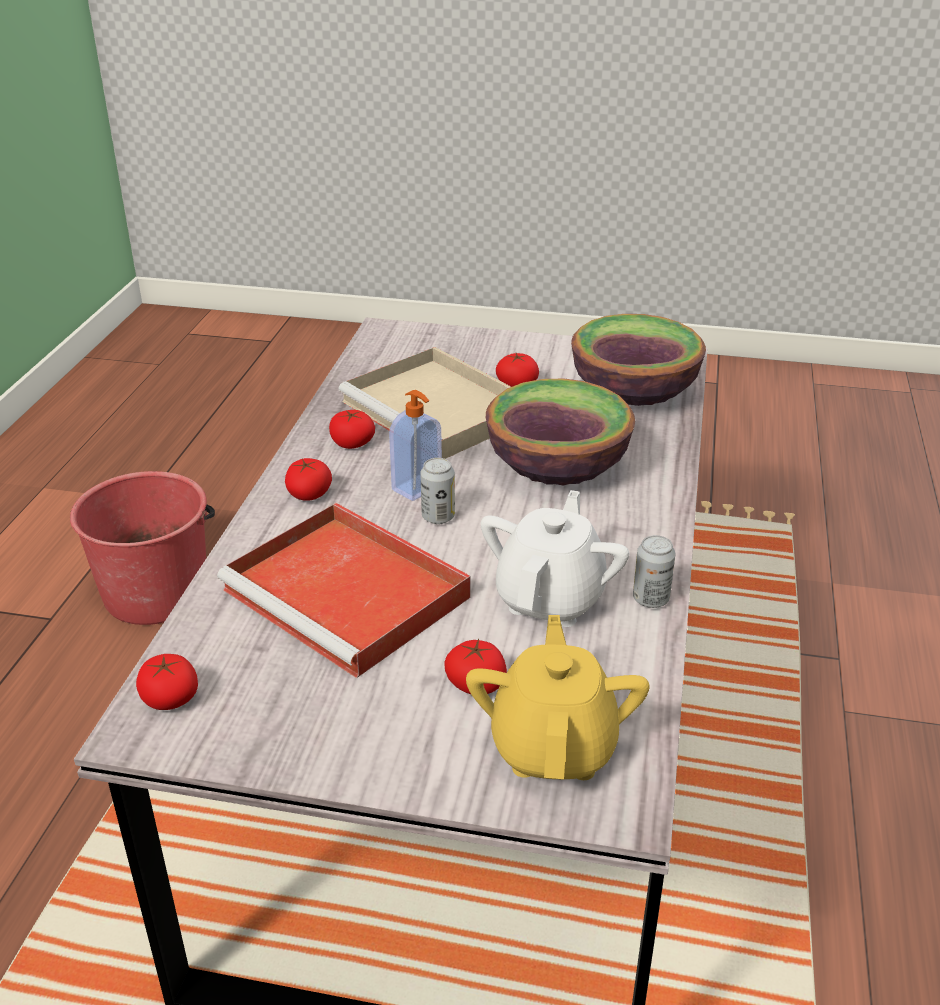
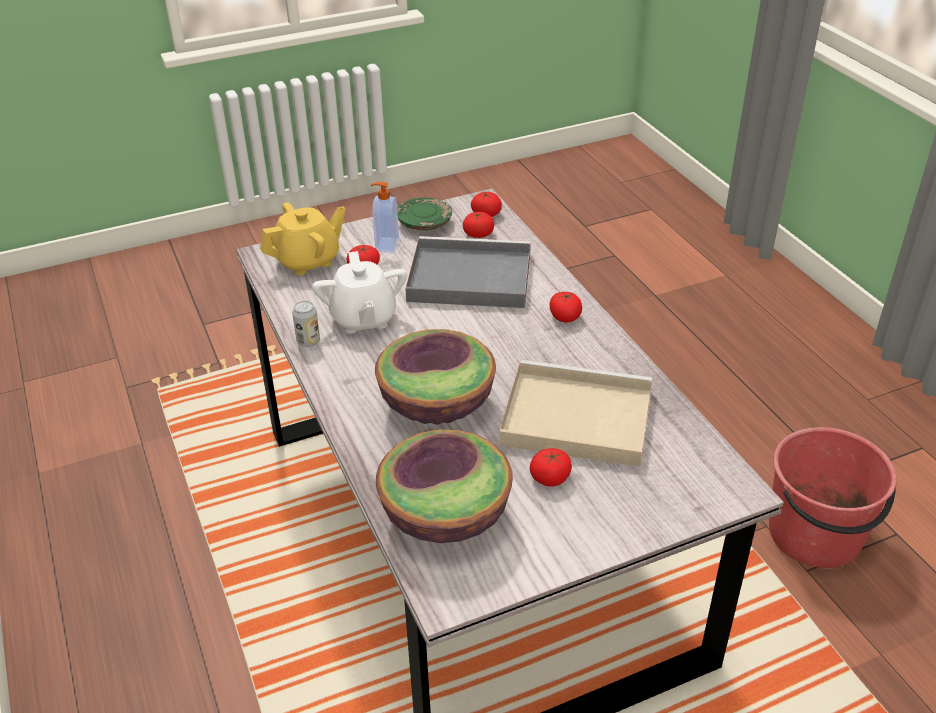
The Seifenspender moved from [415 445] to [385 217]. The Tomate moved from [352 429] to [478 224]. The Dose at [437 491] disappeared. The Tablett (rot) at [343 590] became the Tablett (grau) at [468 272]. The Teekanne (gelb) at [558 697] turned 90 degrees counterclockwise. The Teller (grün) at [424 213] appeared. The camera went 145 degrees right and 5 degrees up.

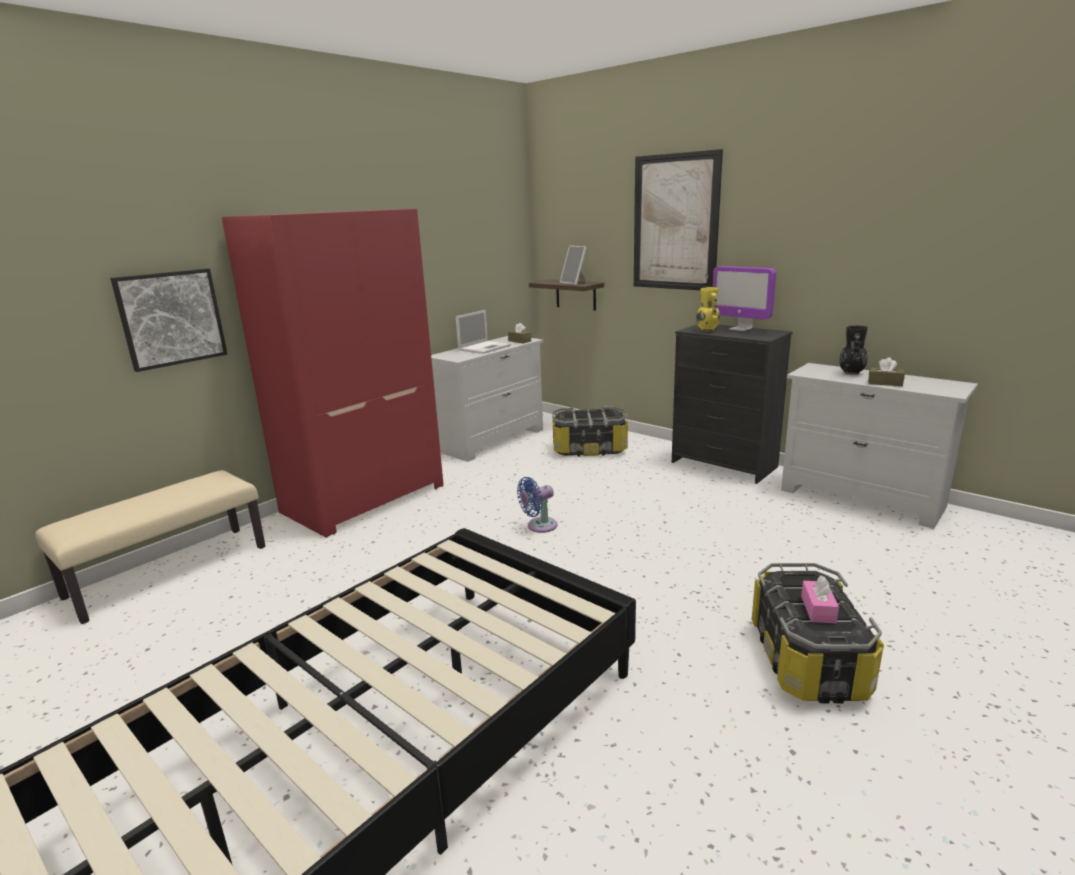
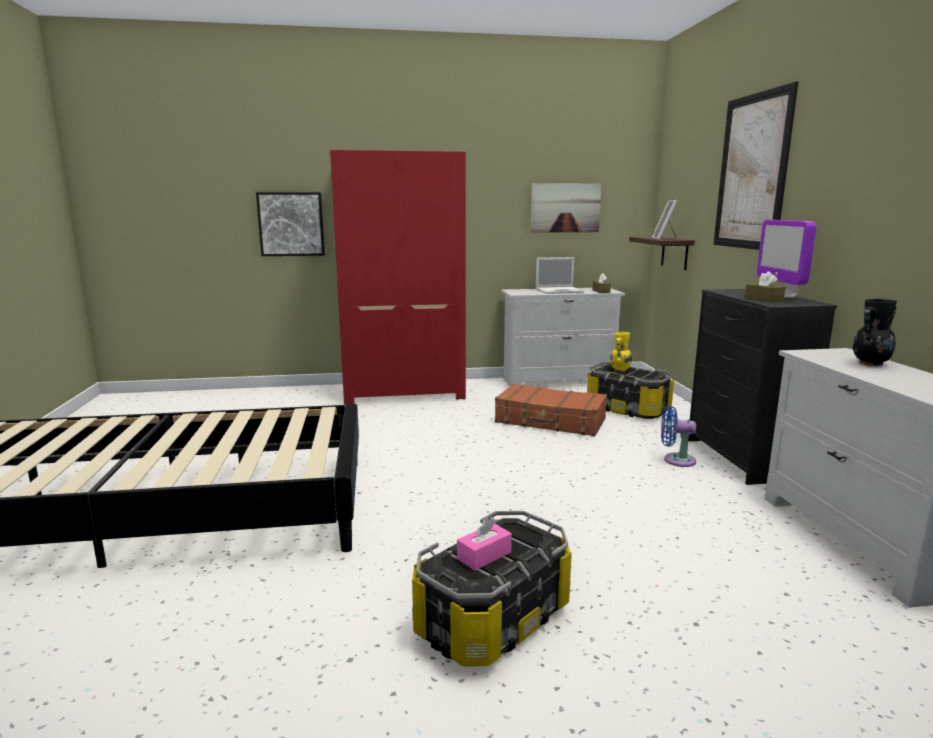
The Vase (gelb) moved from [708 309] to [621 352]. The Taschentuchbox (braun) moved from [886 371] to [764 286]. The Bank (beige) at [150 547] disappeared. The Ventilator (blau) moved from [537 505] to [678 436]. The Bild at [566 208] appeared. The Koffer (braun) at [551 409] appeared. The camera went 40 degrees right and 5 degrees down.

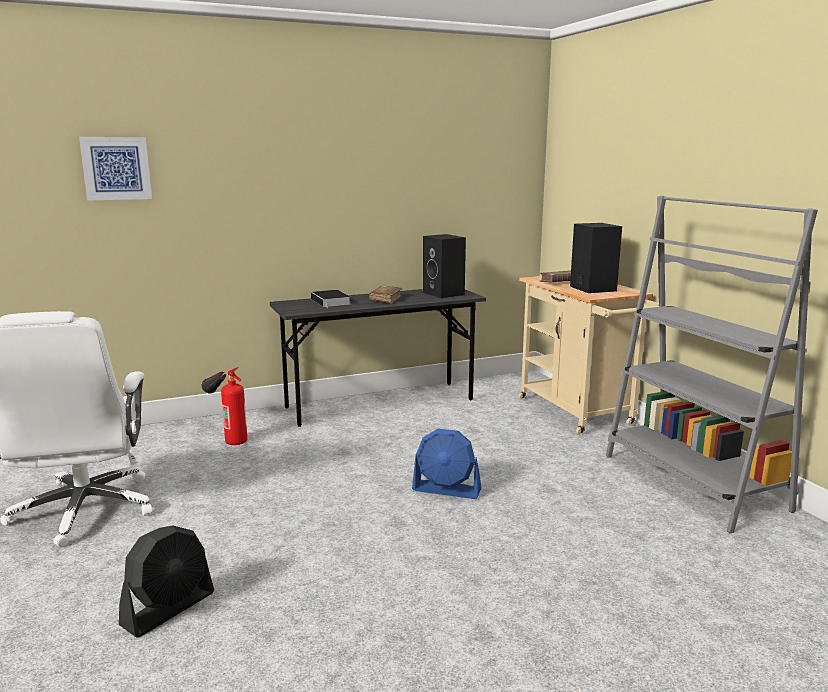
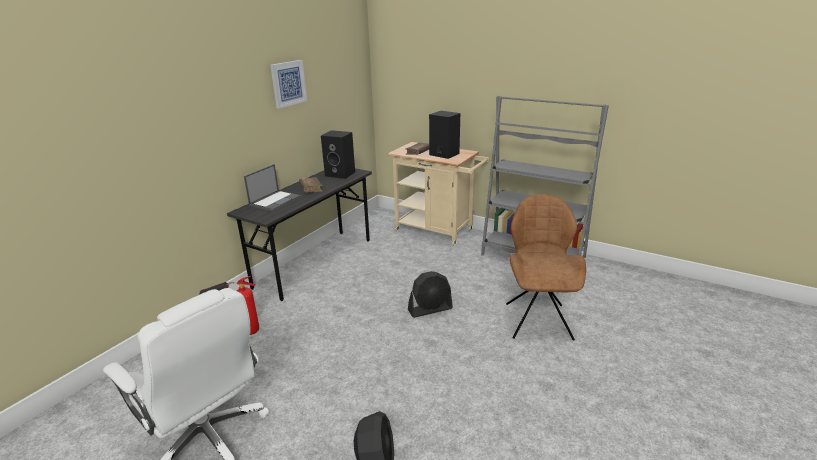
The Bild moved from [115 169] to [289 84]. The Buch at [330 298] was replaced by the Laptop at [273 188]. The Ventilator (blau) at [447 463] became the Ventilator (schwarz) at [430 294]. The Stuhl (braun) at [546 267] appeared. The camera went 35 degrees left and 10 degrees up.

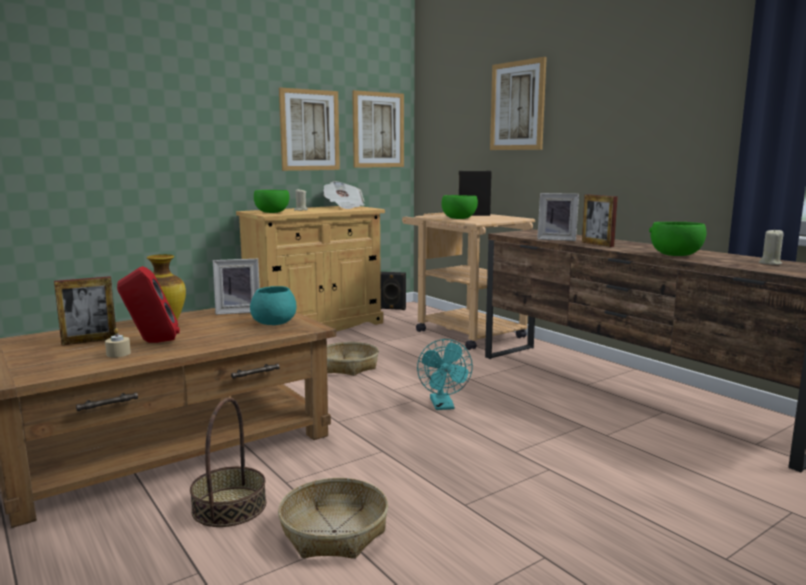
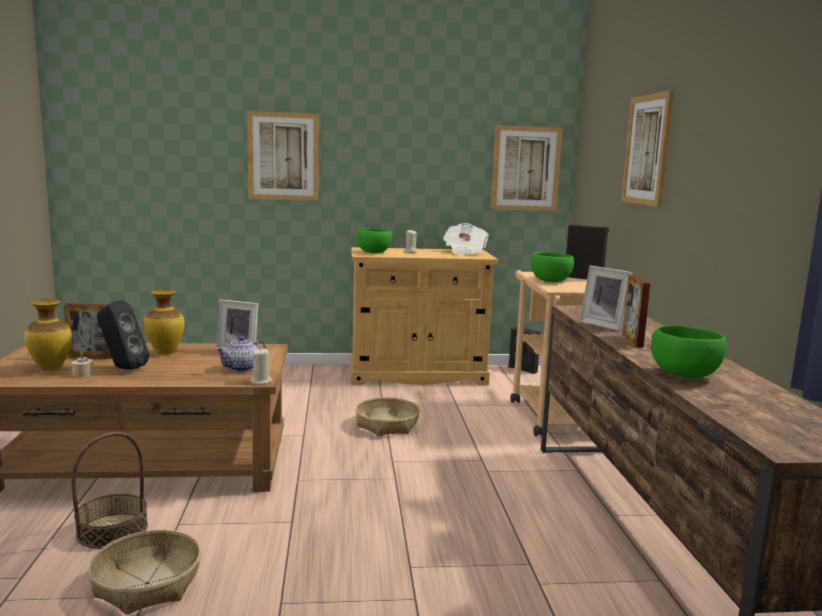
The Bild moved from [309 129] to [283 156]. The Kerze (beige) moved from [771 246] to [261 366]. The Lautsprecher (rot) at [148 304] became the Lautsprecher (schwarz) at [123 335]. The Schüssel (türkis) at [273 305] was replaced by the Teekanne at [241 354]. The Ventilator (türkis) at [445 374] disappeared. The Vase at [48 335] appeared. The camera went 30 degrees right and 0 degrees up.

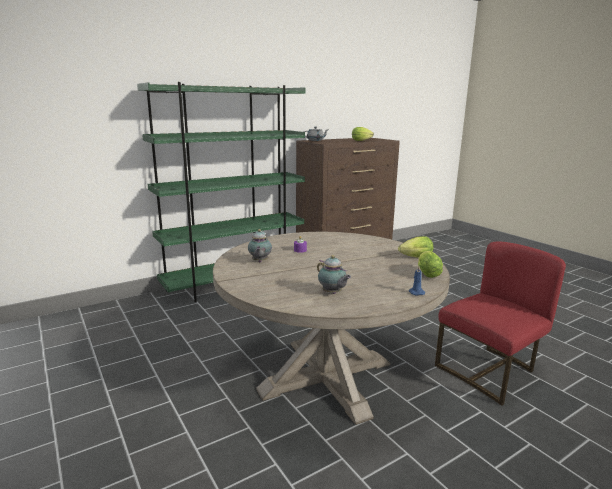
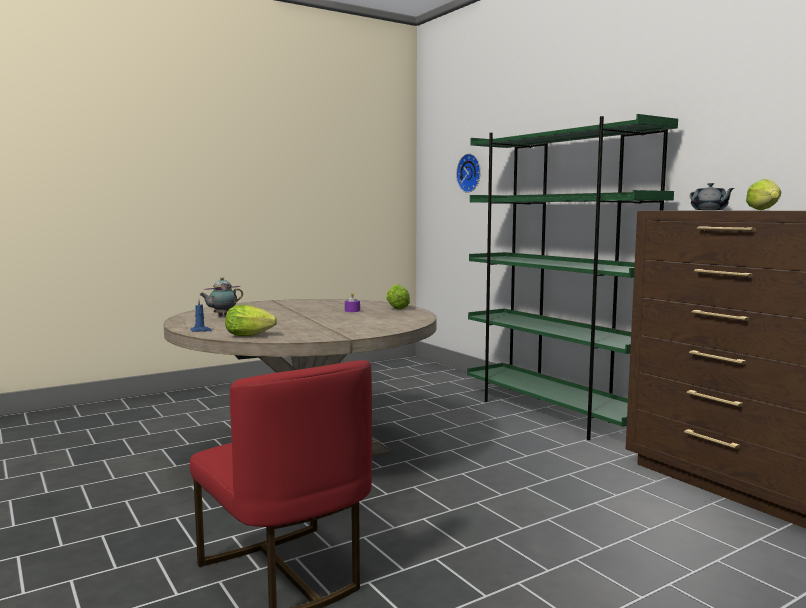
The Teekanne at [260 245] disappeared. The Salatkopf moved from [415 247] to [398 297]. The Wanduhr at [468 173] appeared. The camera went 90 degrees right and 10 degrees down.

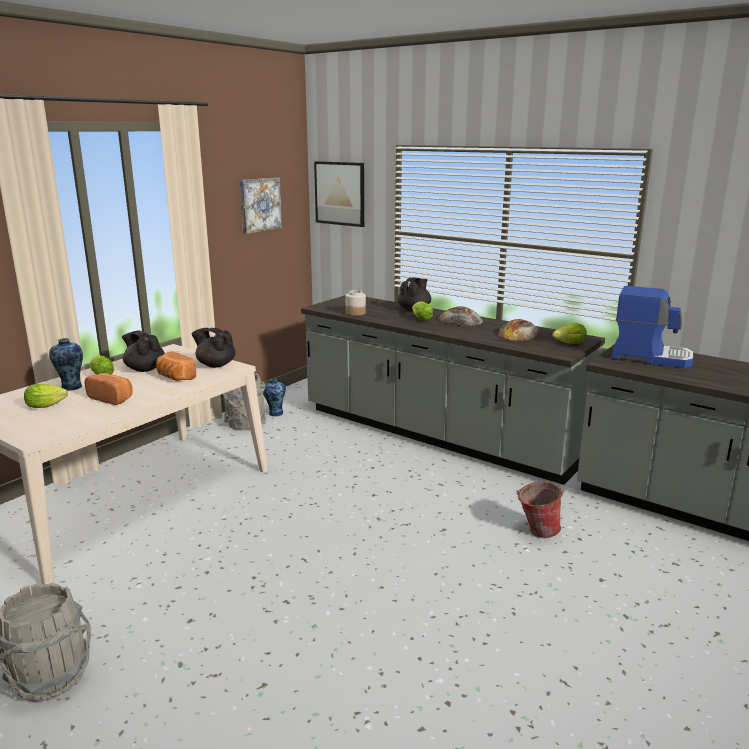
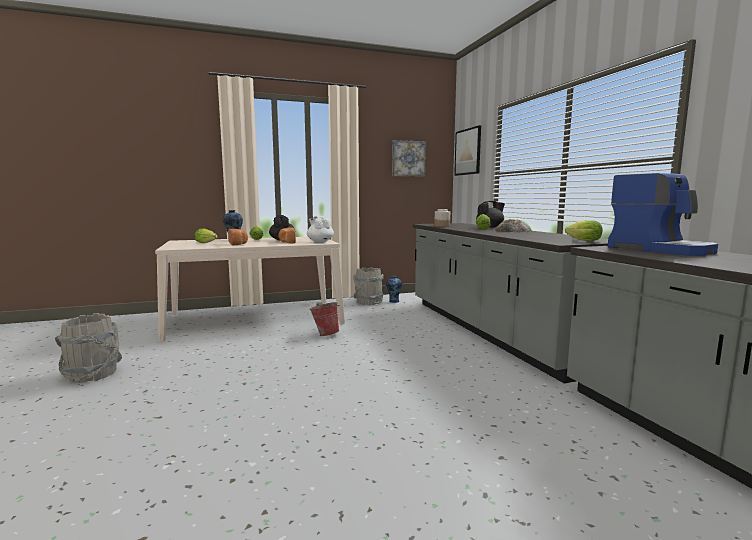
The Brot at [519 330] disappeared. The Teekanne (schwarz) at [213 348] became the Teekanne (weiß) at [320 229]. The Eimer moved from [540 510] to [325 319]. The camera went 35 degrees right and 10 degrees down.

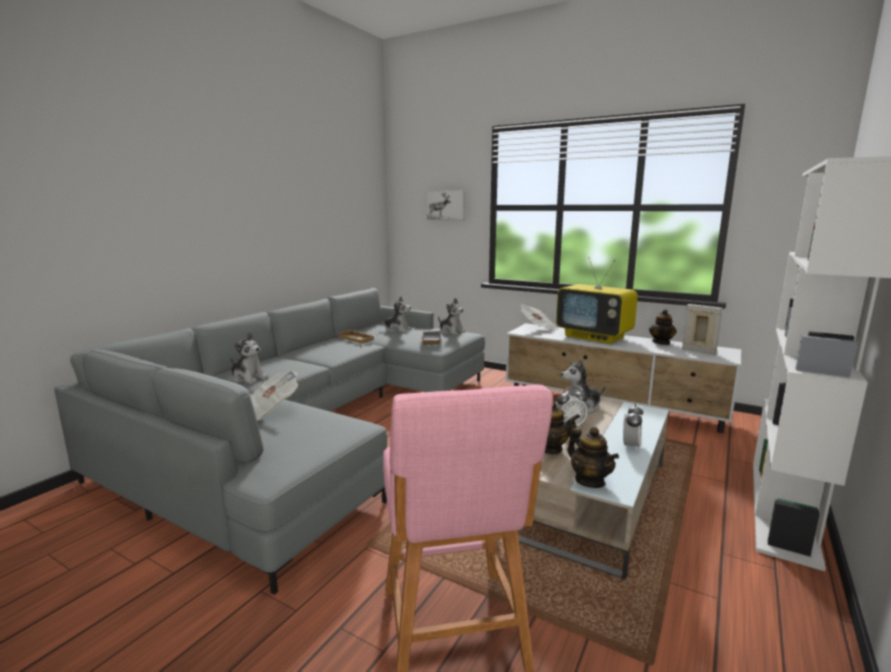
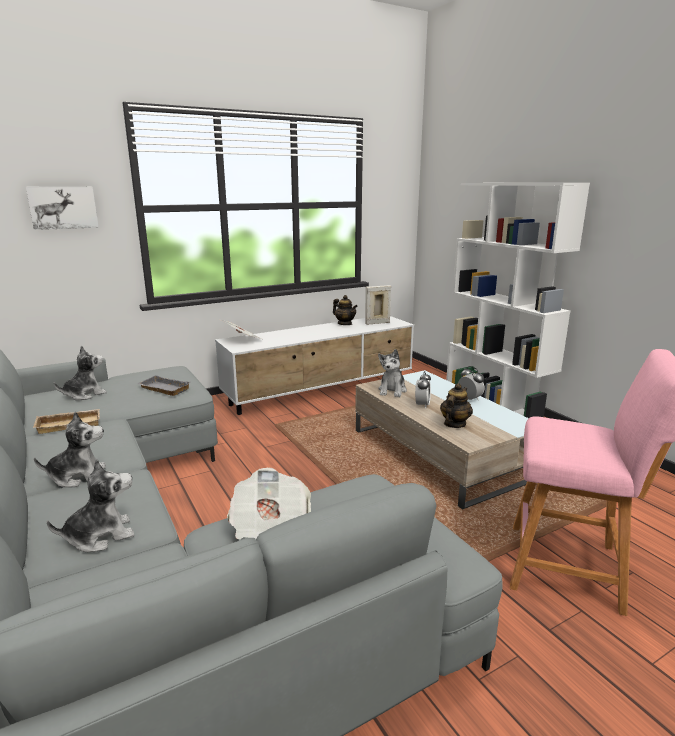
The Fernseher at [597 300] disappeared. The Plüschtier moved from [452 316] to [70 449]. The Teekanne at [593 457] disappeared. The camera went 60 degrees left and 5 degrees up.

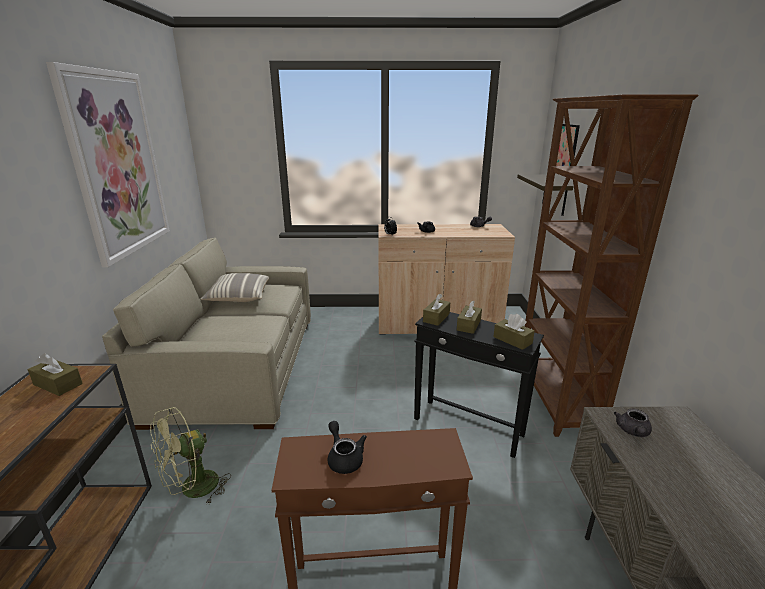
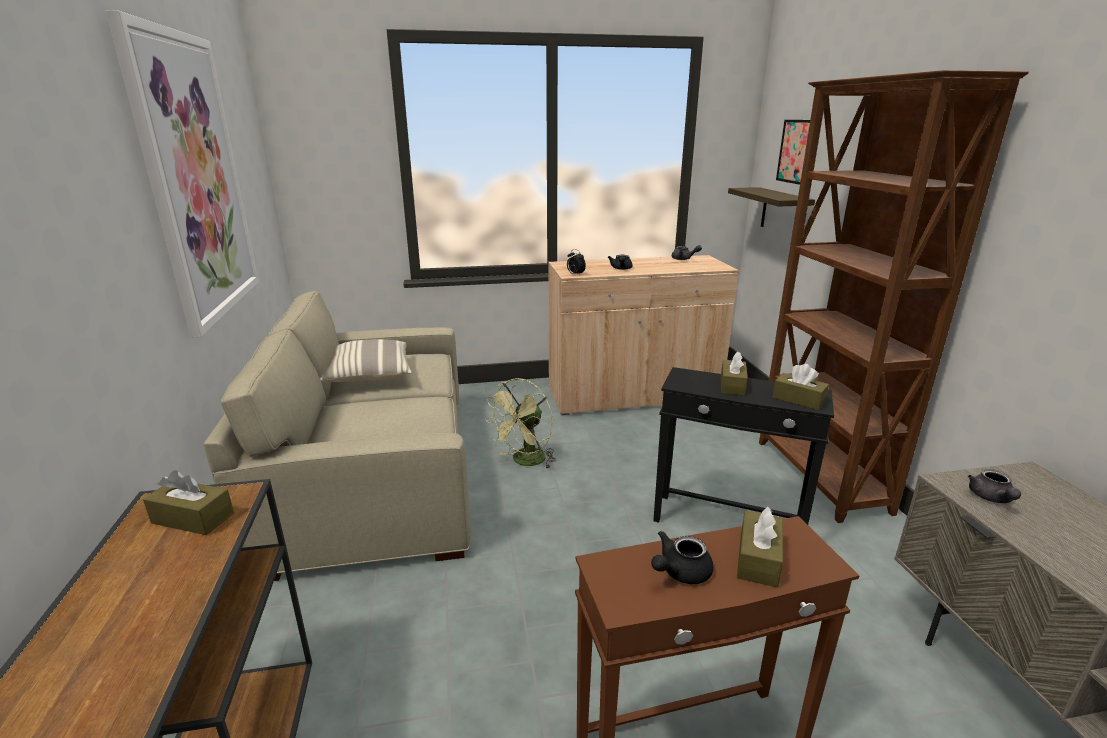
The Taschentuchbox (braun) moved from [436 310] to [760 547]. The Ventilator (grün) moved from [190 456] to [521 423]. The Teekanne (schwarz) at [347 447] turned 90 degrees counterclockwise. The camera went 10 degrees left and 0 degrees up.

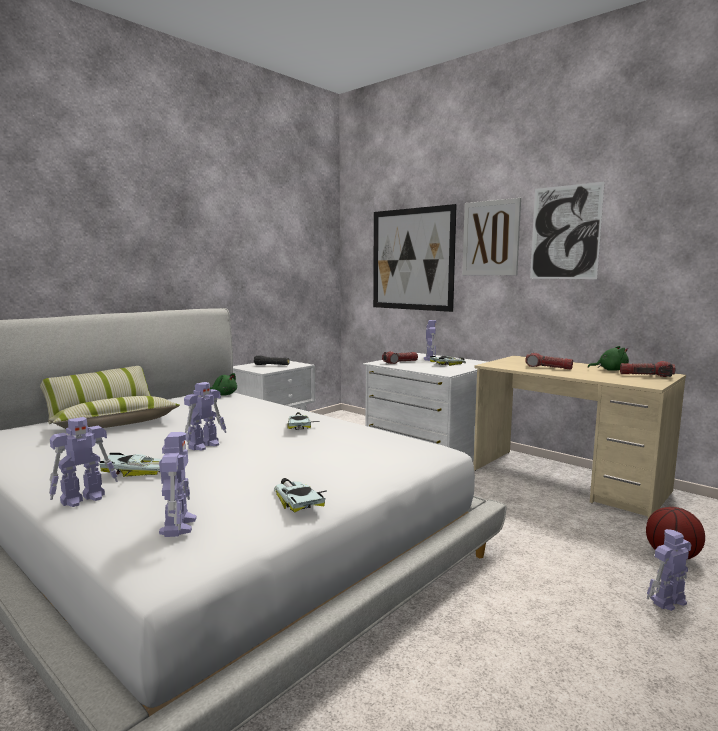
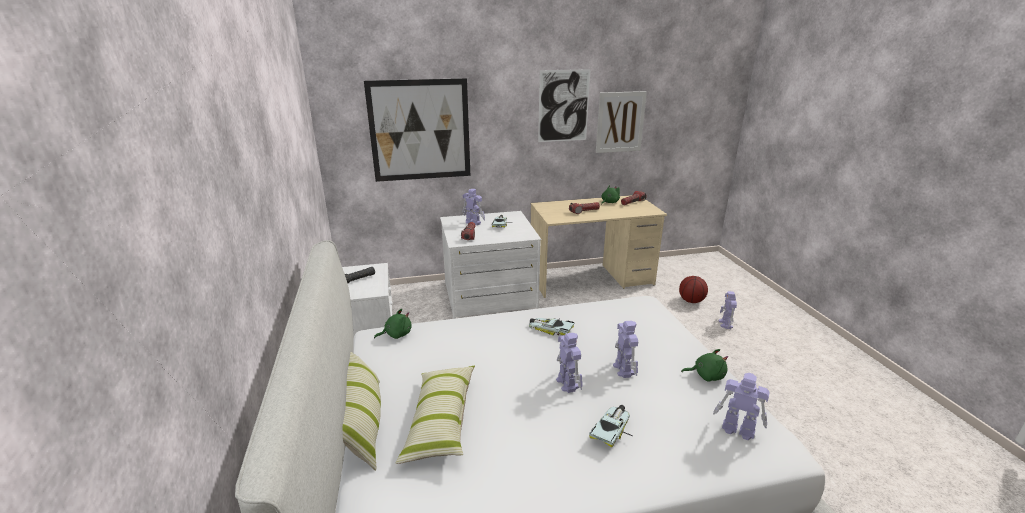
The Bild moved from [491 236] to [621 122]. The Spielzeugroboter moved from [83 462] to [625 349]. The Spielzeugauto at [300 495] was replaced by the Plüschtier (grün) at [704 365]. The camera went 55 degrees left and 15 degrees up.

